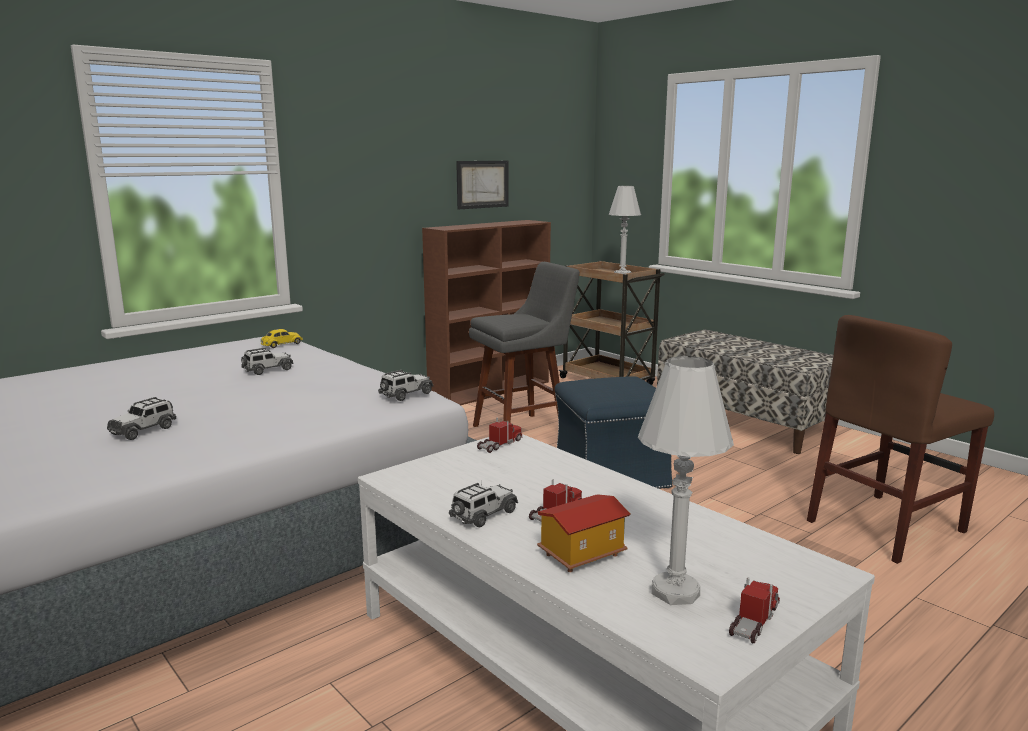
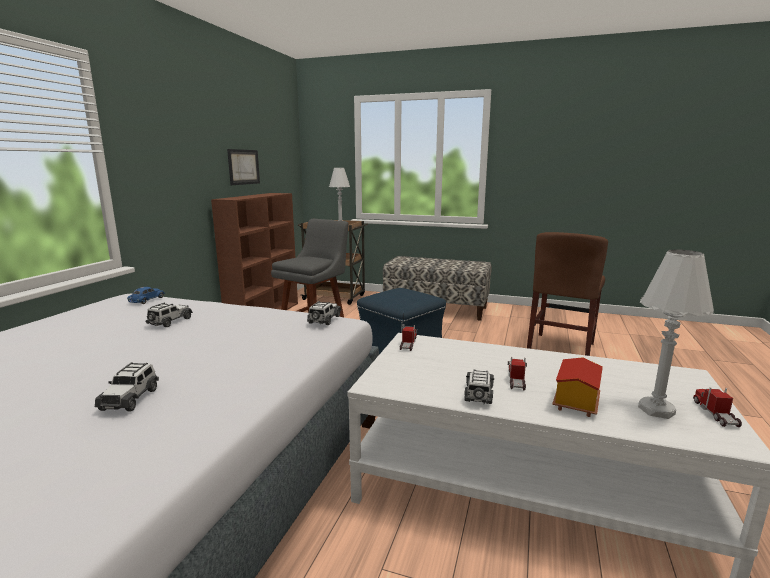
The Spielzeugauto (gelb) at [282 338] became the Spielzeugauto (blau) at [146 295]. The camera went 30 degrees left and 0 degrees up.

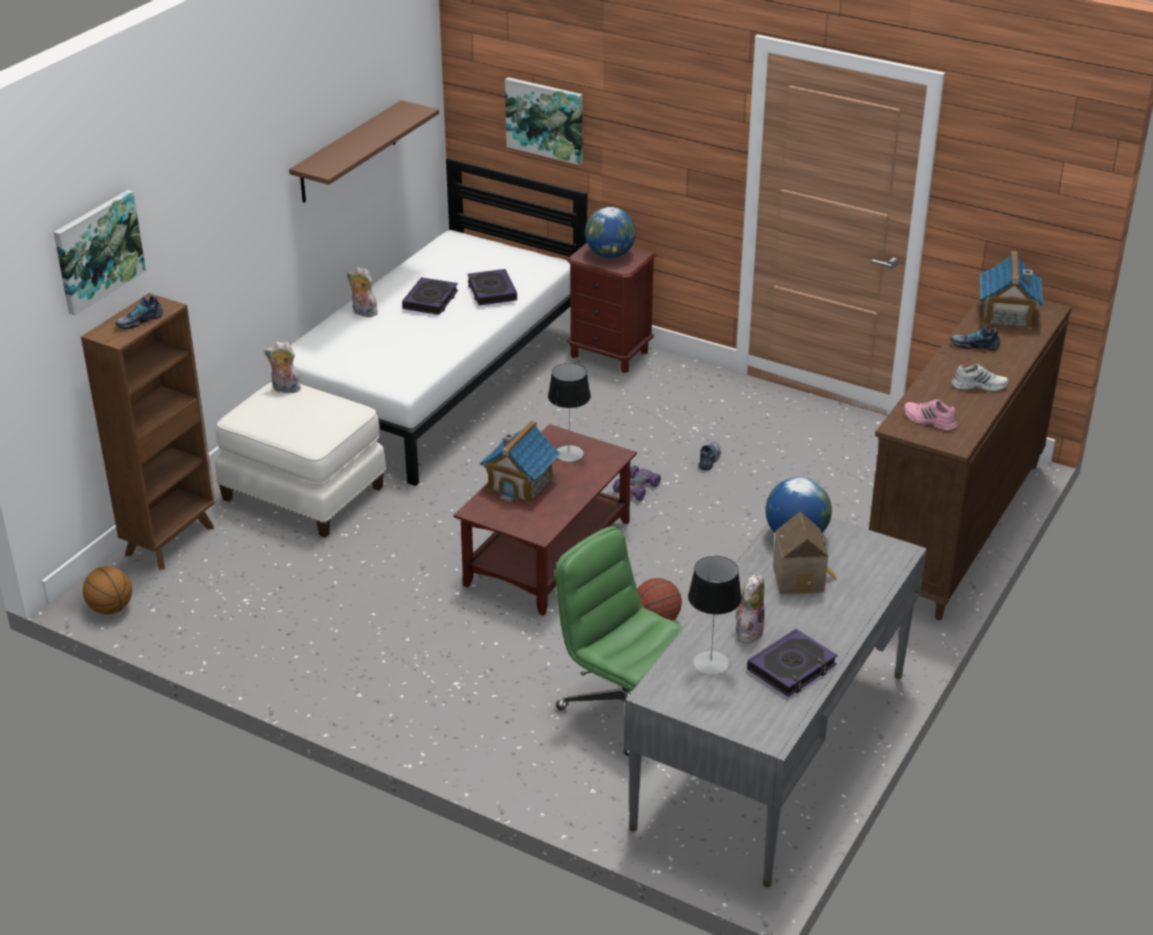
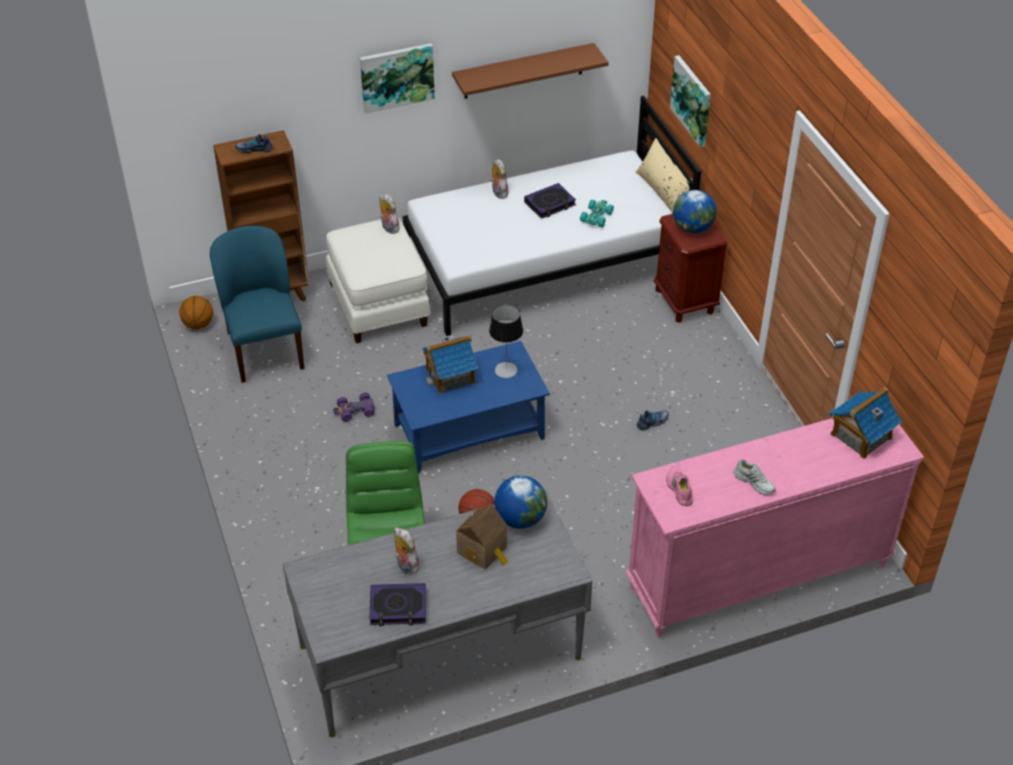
The Bild moved from [100 253] to [397 78]. The Buch at [492 287] was replaced by the Spielzeugauto (türkis) at [597 213]. The Kommode (braun) at [970 458] became the Kommode (rosa) at [774 527]. The Schuh at [975 338] disappeared. The Couchtisch (braun) at [545 520] became the Couchtisch (blau) at [468 407]. The Spielzeugauto (lila) moved from [637 483] to [354 407]. The Tischlampe at [715 615] disappeared. The Plüschtier at [750 609] turned 105 degrees counterclockwise. The Kissen (beige) at [664 176] appeared. The Stuhl (blau) at [257 304] appeared. The camera went 40 degrees right and 10 degrees up.

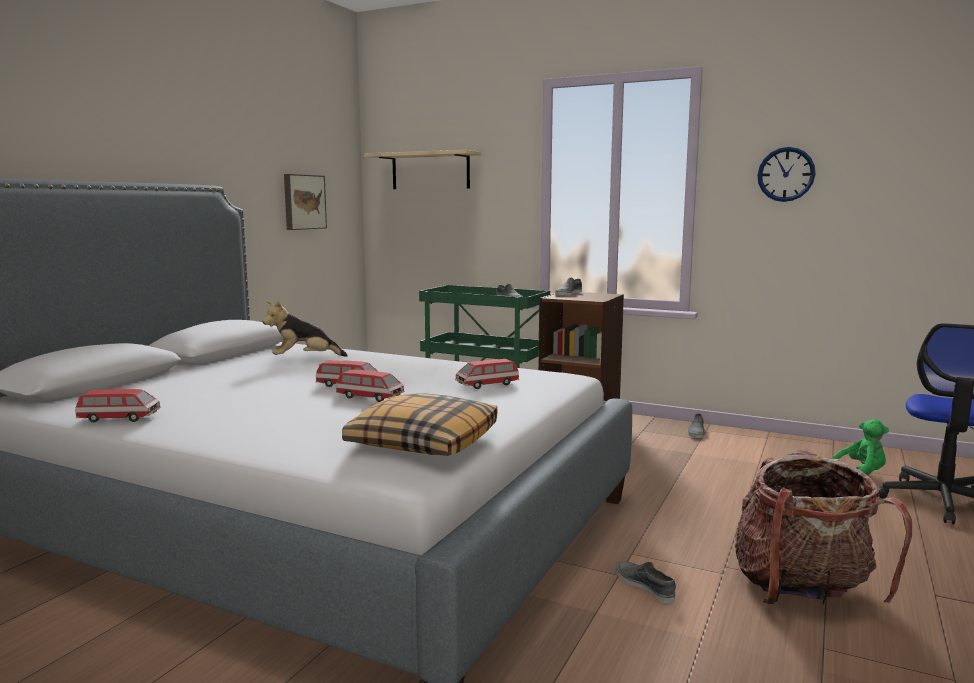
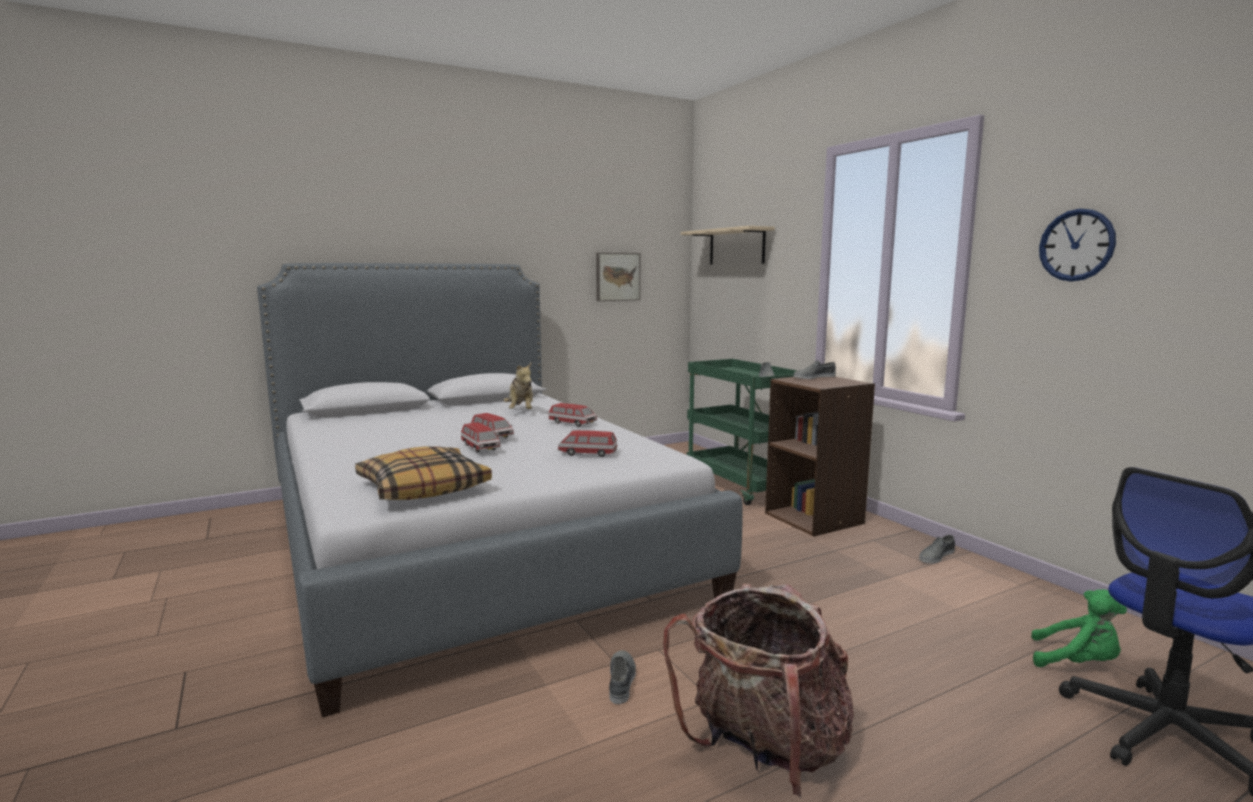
The Plüschtier at [305 329] turned 120 degrees counterclockwise. The Spielzeugauto moved from [118 406] to [572 415]. The camera went 35 degrees right and 0 degrees up.

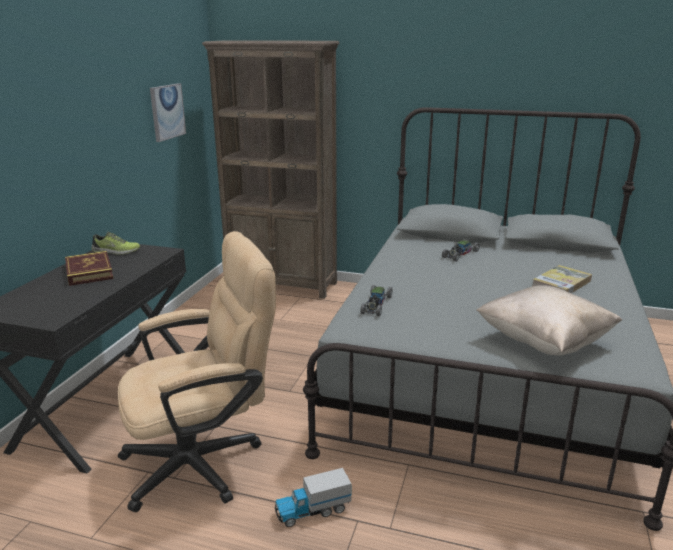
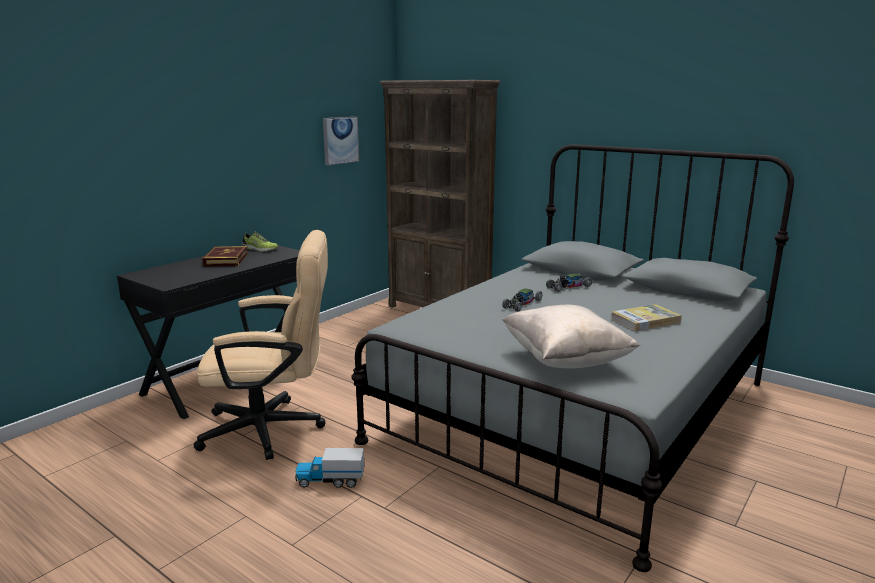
The Spielzeugauto moved from [376 300] to [522 299]. The camera went 20 degrees right and 5 degrees down.

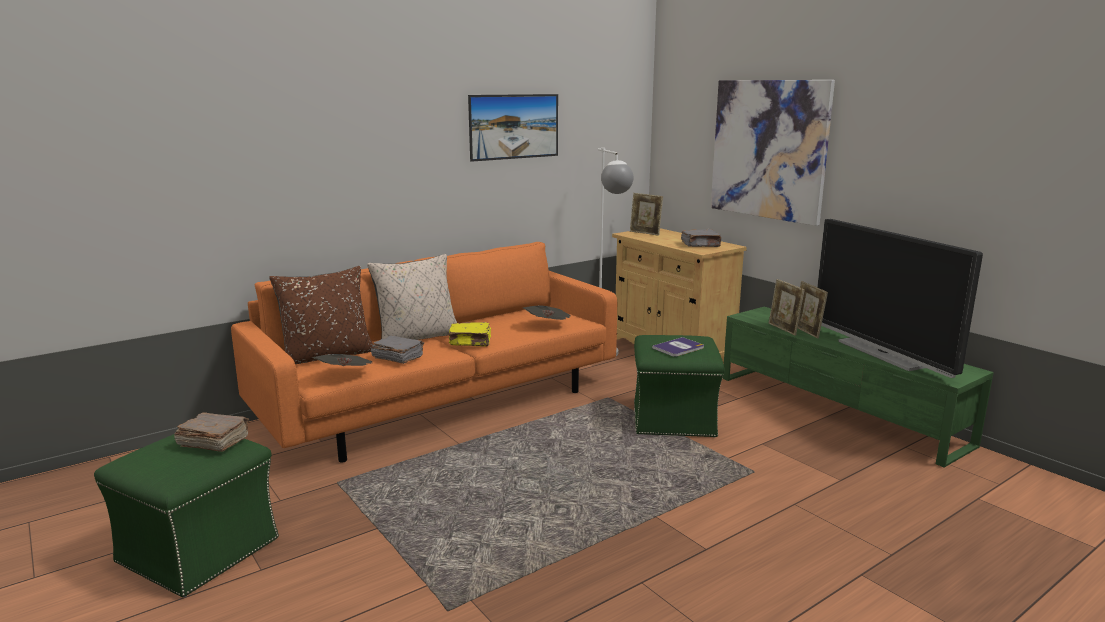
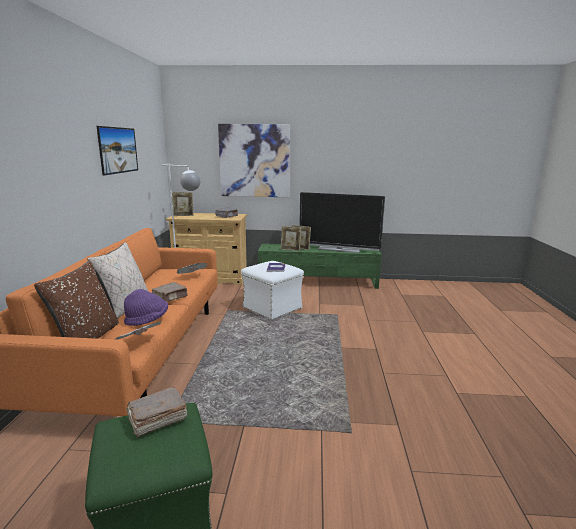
The Buch (gelb) at [469 334] became the Buch (braun) at [170 292]. The Buch (grau) at [397 349] was replaced by the Hut (lila) at [146 307]. The Polsterhocker (grün) at [679 386] became the Polsterhocker (weiß) at [272 290]. The camera went 50 degrees left and 0 degrees up.

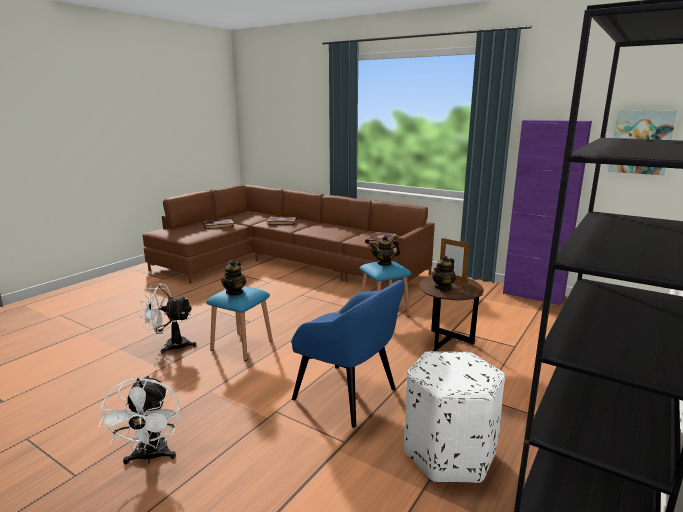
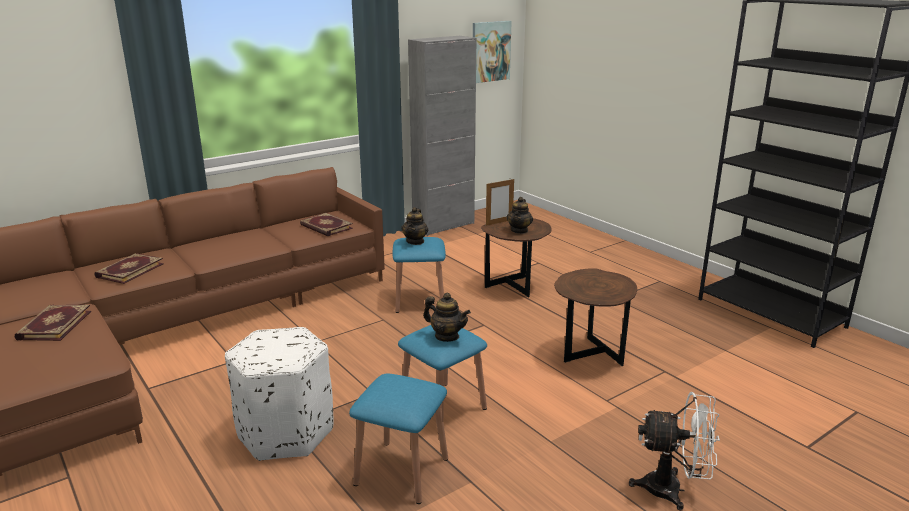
The Schrank (lila) at [547 213] became the Schrank (grau) at [442 136]. The Teekanne at [444 273] turned 45 degrees clockwise. The Sessel (blau) at [348 354] was replaced by the Beistelltisch (braun) at [595 317]. The Ventilator (weiß) at [168 319] was replaced by the Hocker (blau) at [398 439]. The Polsterhocker (weiß) moved from [454 417] to [279 394]. The camera went 70 degrees left and 5 degrees up.

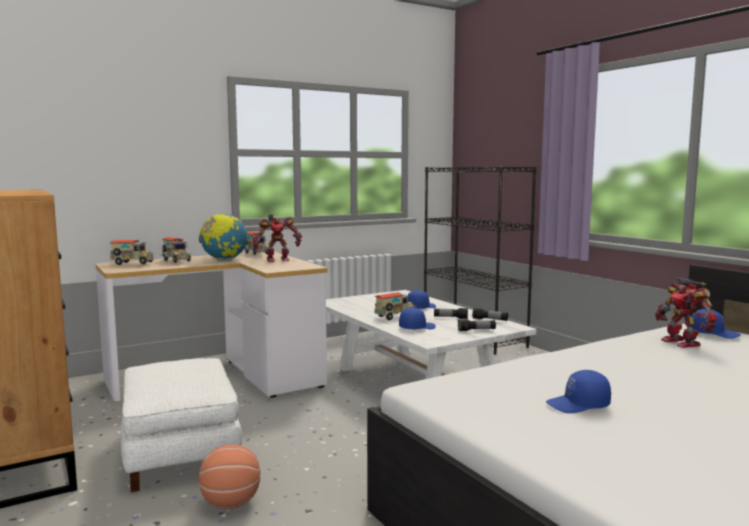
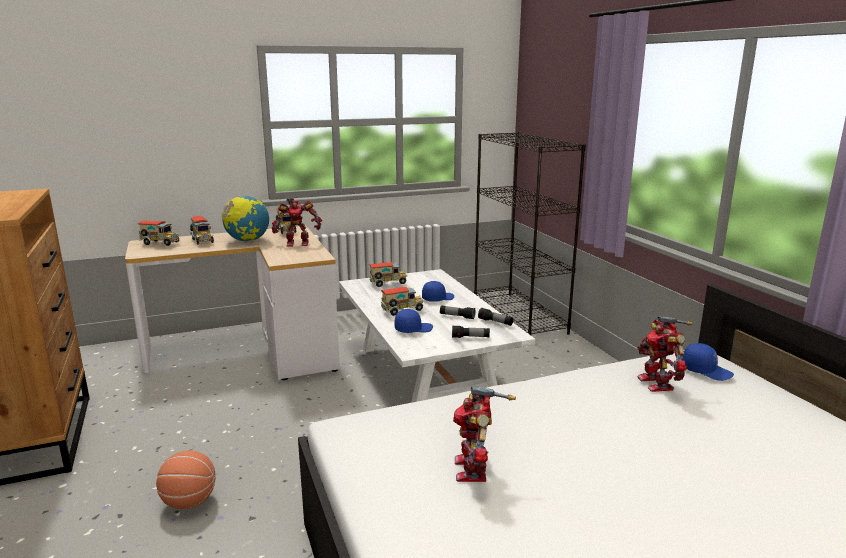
The Polsterhocker (weiß) at [181 425] disappeared. The Kappe (blau) at [578 391] was replaced by the Spielzeugroboter at [484 434]. The Spielzeuglaster at [388 274] appeared. The camera went 10 degrees right and 10 degrees up.

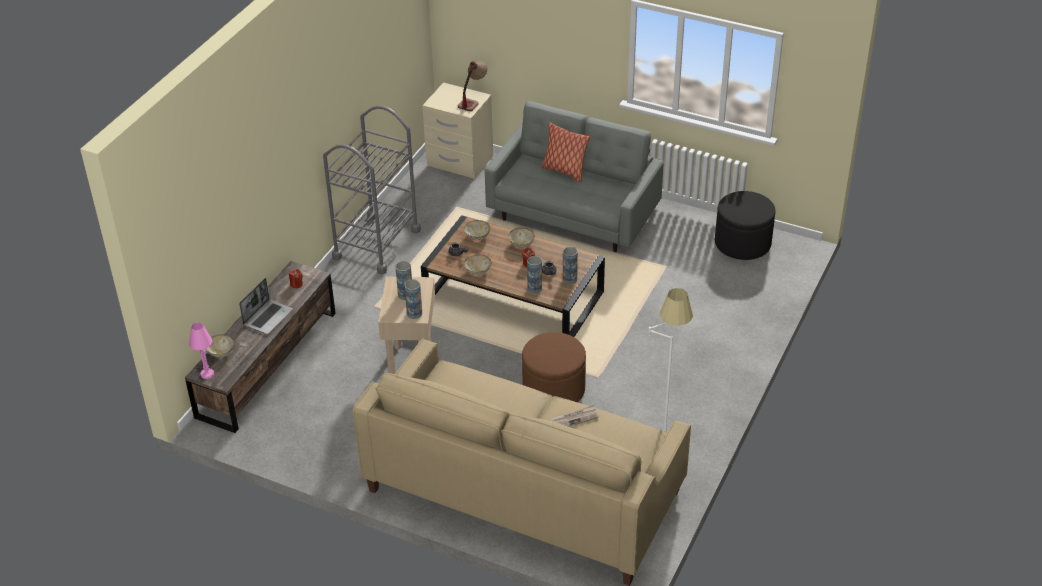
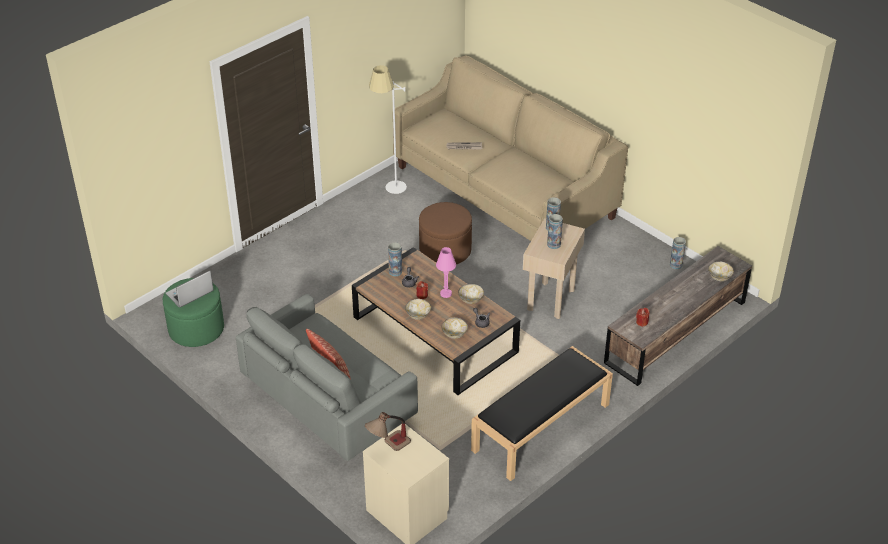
The Rollwagen (grau) at [372 189] was replaced by the Bank (schwarz) at [542 413]. The Polsterhocker (schwarz) at [745 225] became the Polsterhocker (grün) at [193 312]. The Vase moved from [534 274] to [678 253]. The Laptop moved from [266 306] to [189 289]. The Tischlampe (rosa) moved from [201 350] to [446 272]. The camera went 160 degrees left and 0 degrees up.

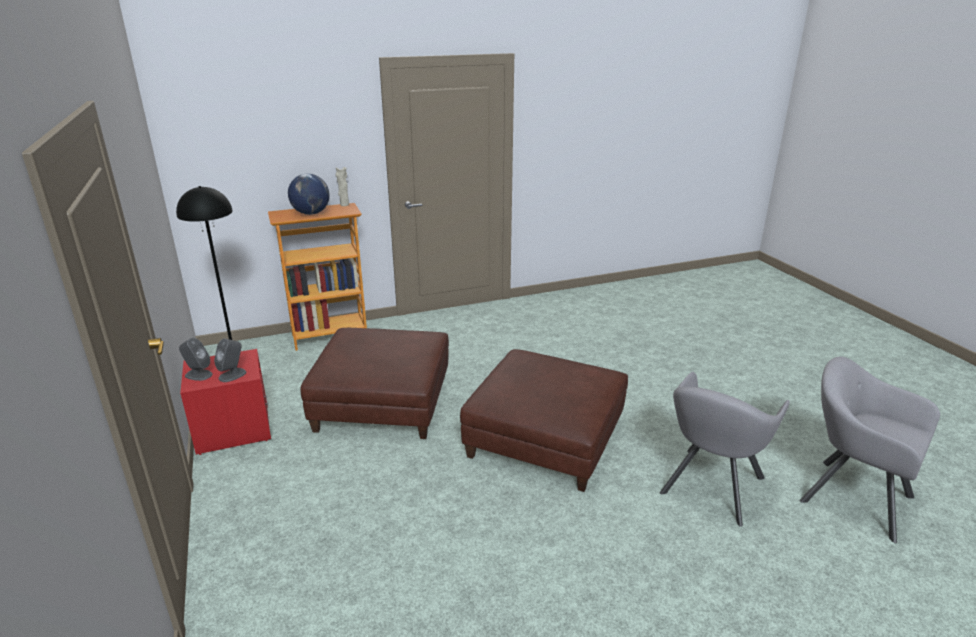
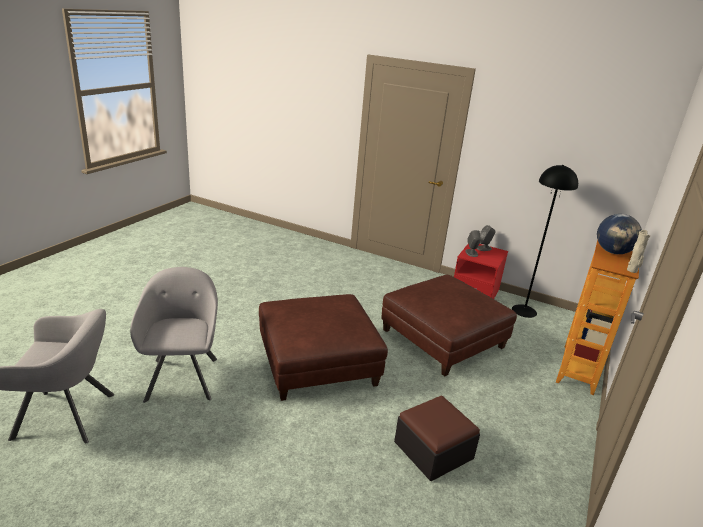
The Polsterhocker at [437 438] appeared. The camera went 135 degrees right and 0 degrees up.

